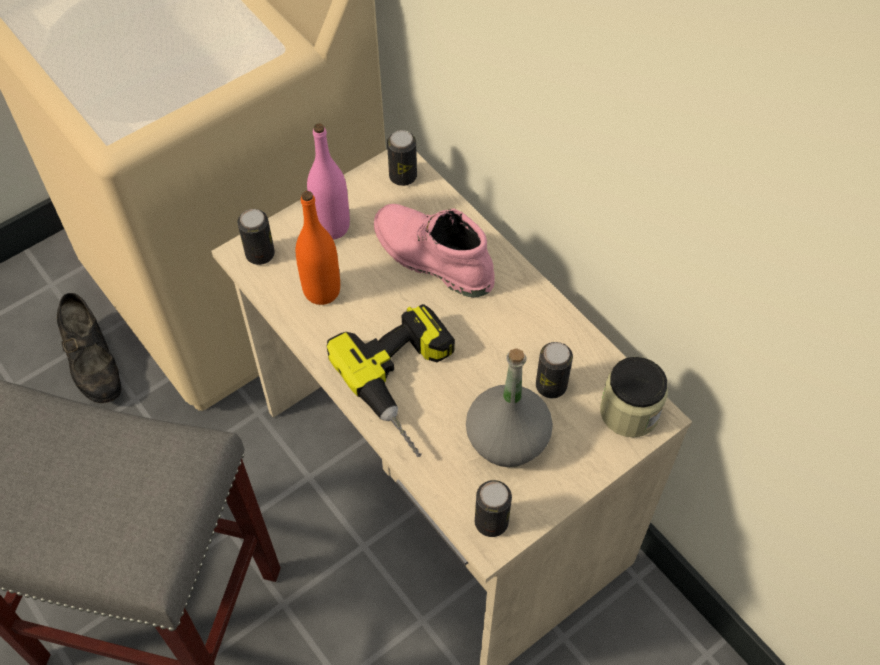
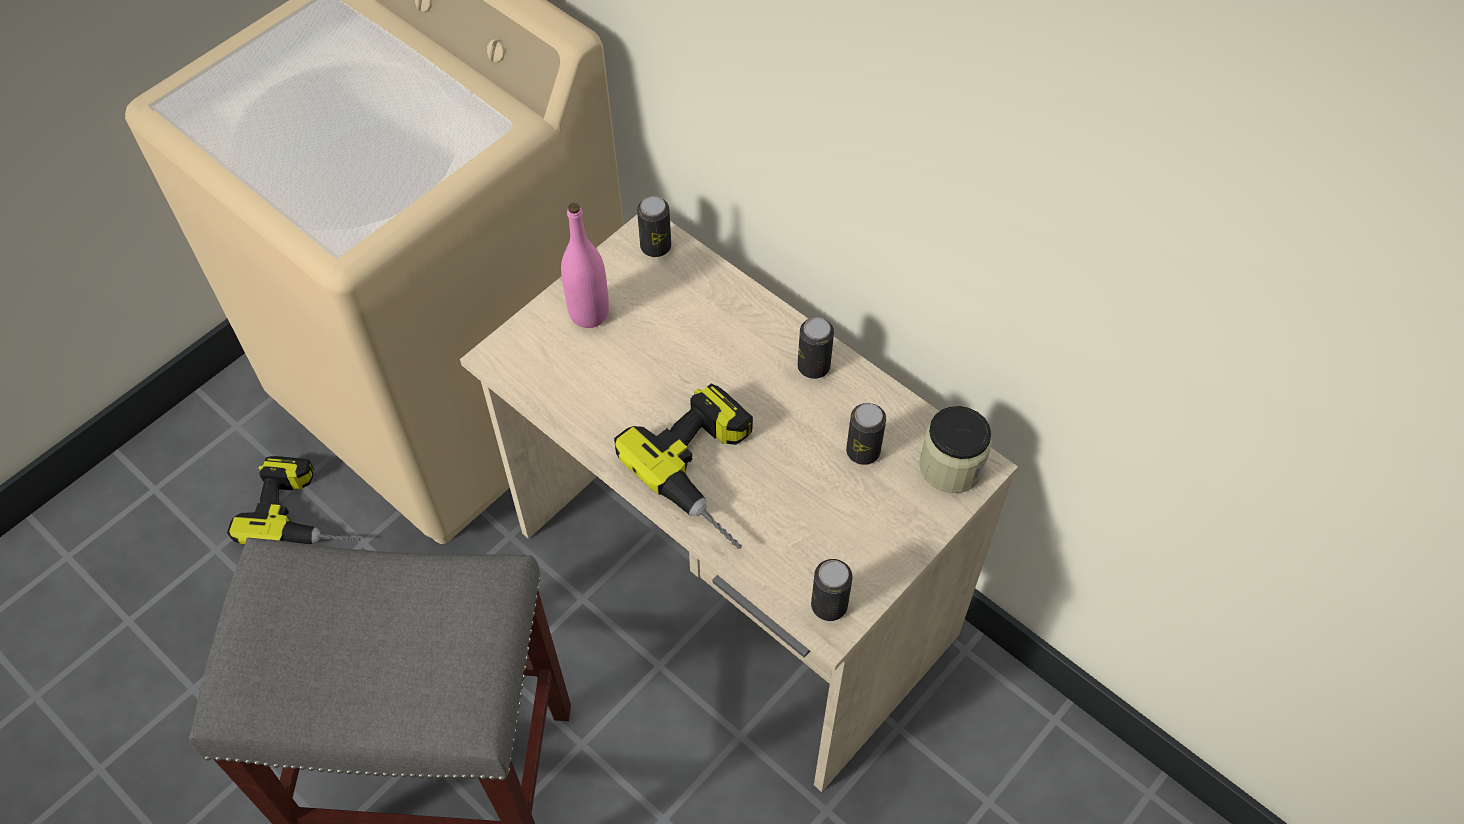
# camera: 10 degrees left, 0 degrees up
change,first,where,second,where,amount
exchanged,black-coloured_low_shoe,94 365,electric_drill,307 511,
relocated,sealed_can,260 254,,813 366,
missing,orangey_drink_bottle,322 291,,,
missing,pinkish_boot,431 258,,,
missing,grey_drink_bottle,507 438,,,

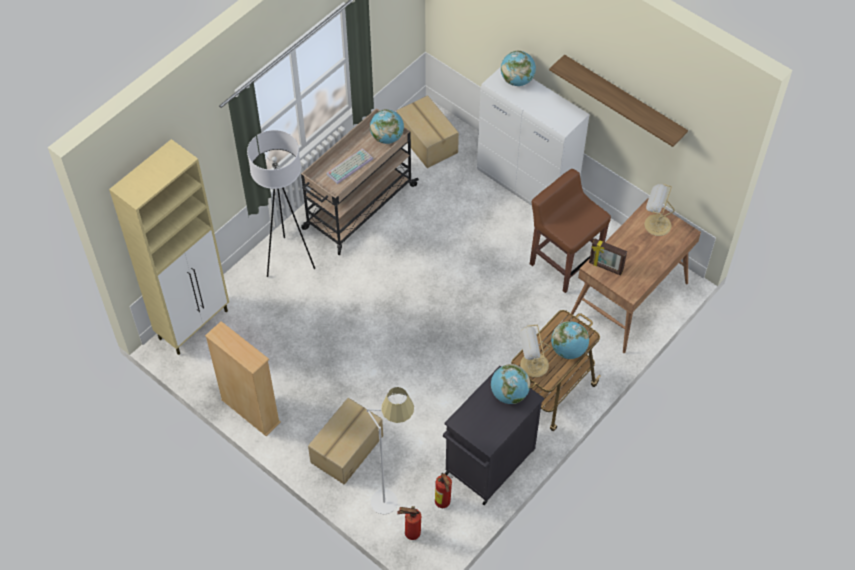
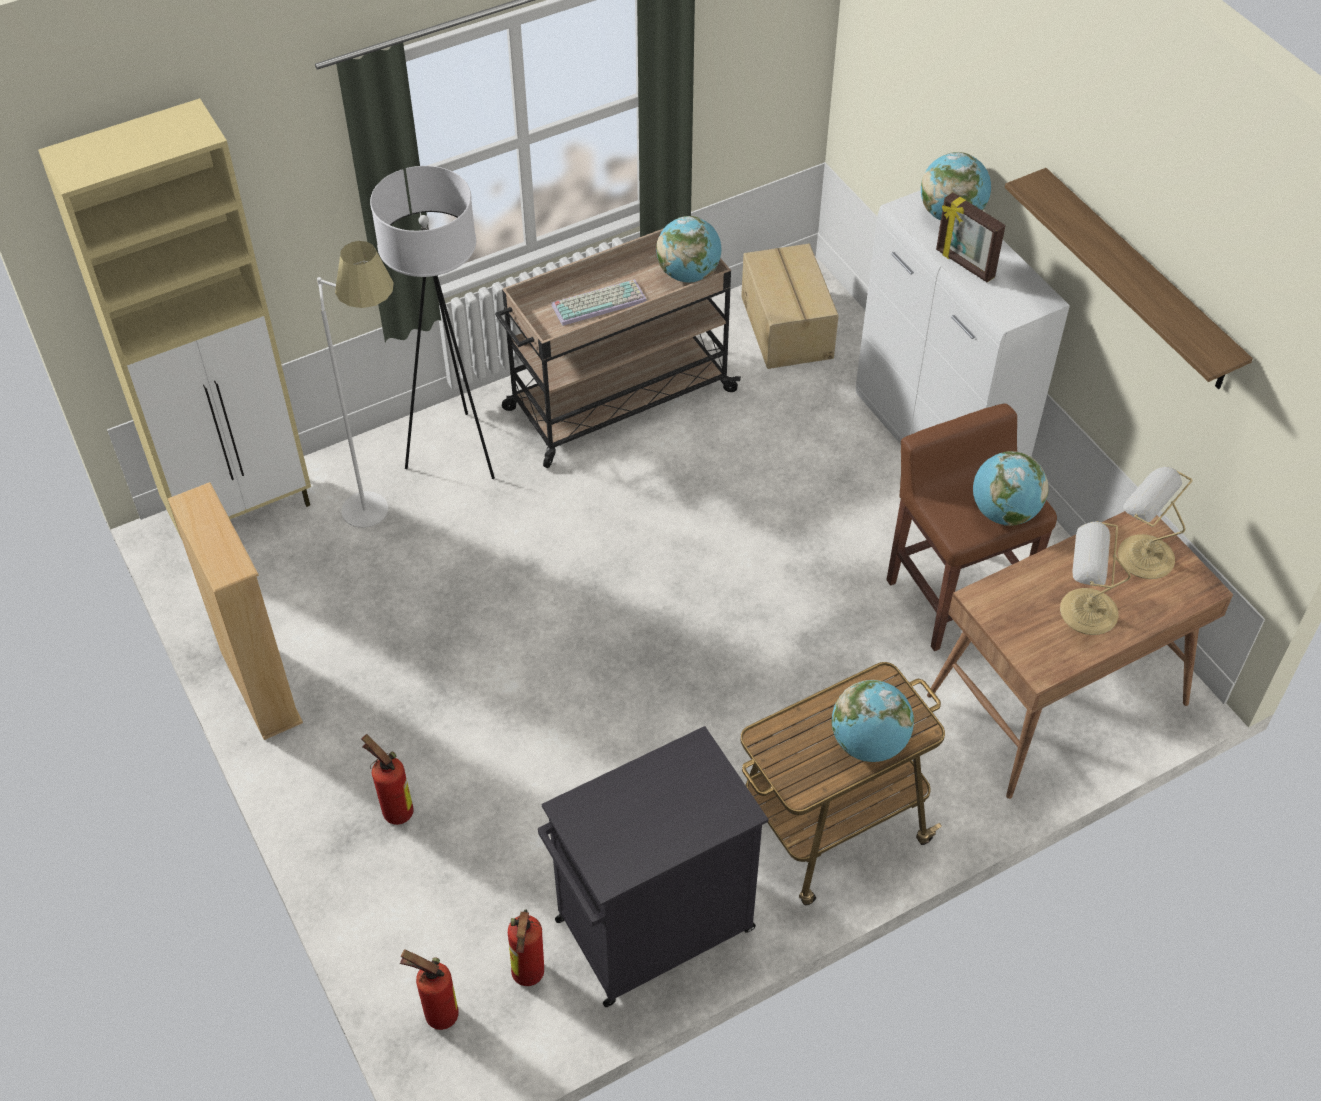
# camera: 20 degrees right, 5 degrees down
change,first,where,second,where,amount
relocated,whitish_standing_lamp,392 493,,384 501,
exchanged,cardboard_box,346 449,fire_extinguisher,395 810,
relocated,standing_frame,605 267,,964 264,
relocated,desk_globe,509 394,,1004 512,
relocated,tabletop_lamp,532 365,,1085 611,

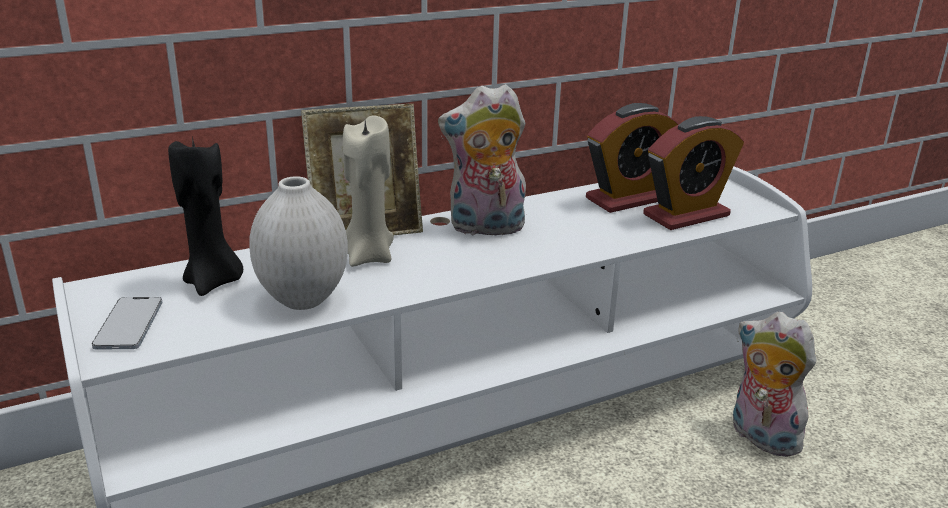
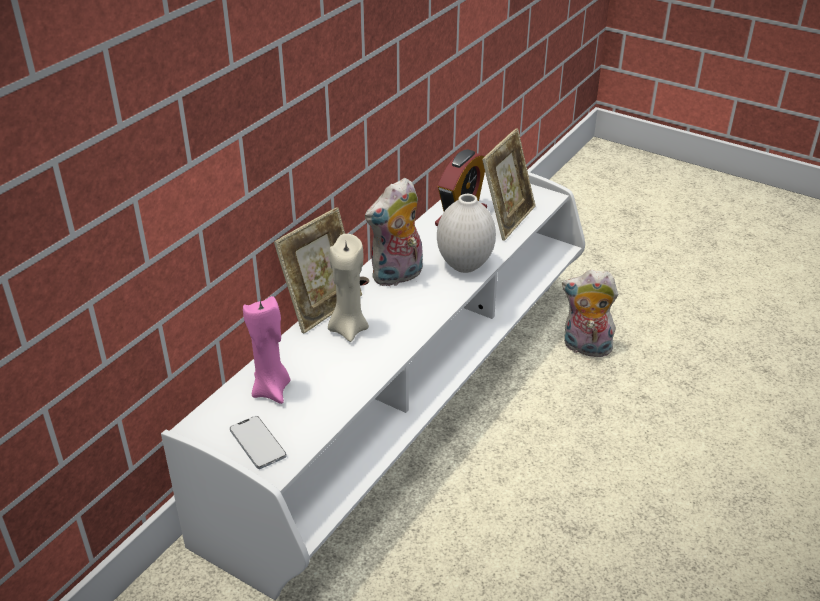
# camera: 30 degrees left, 10 degrees up
change,first,where,second,where,amount
colour,black-coloured_candle,213 282,pinkish_candle,272 390,
relocated,whitish_decorative_vase,304 300,,465 265,
exchanged,alarm_clock,686 215,standing_frame,507 219,

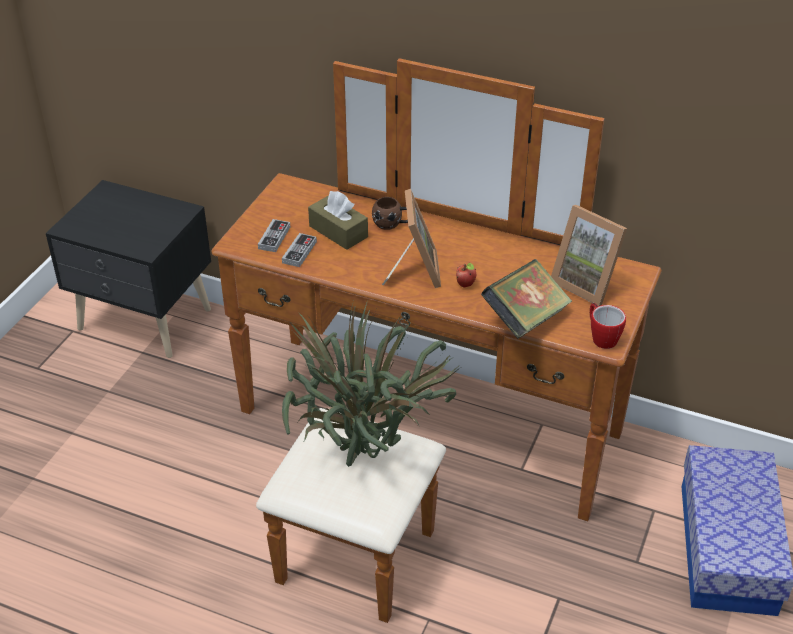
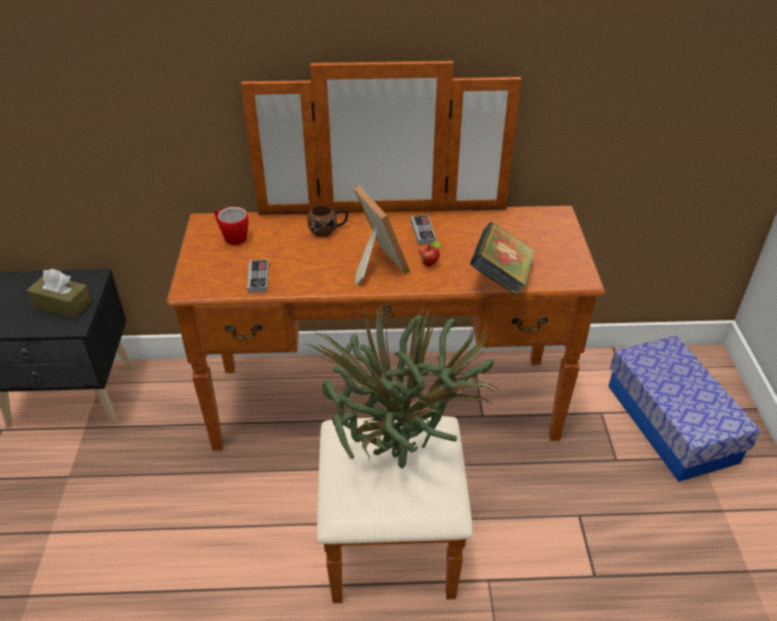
# camera: 25 degrees left, 0 degrees up
change,first,where,second,where,amount
relocated,brown-coloured_tissue_holder,338 231,,62 304,
relocated,mug,601 337,,232 237,
relocated,joypad,274 238,,423 232,
missing,standing_frame,587 283,,,

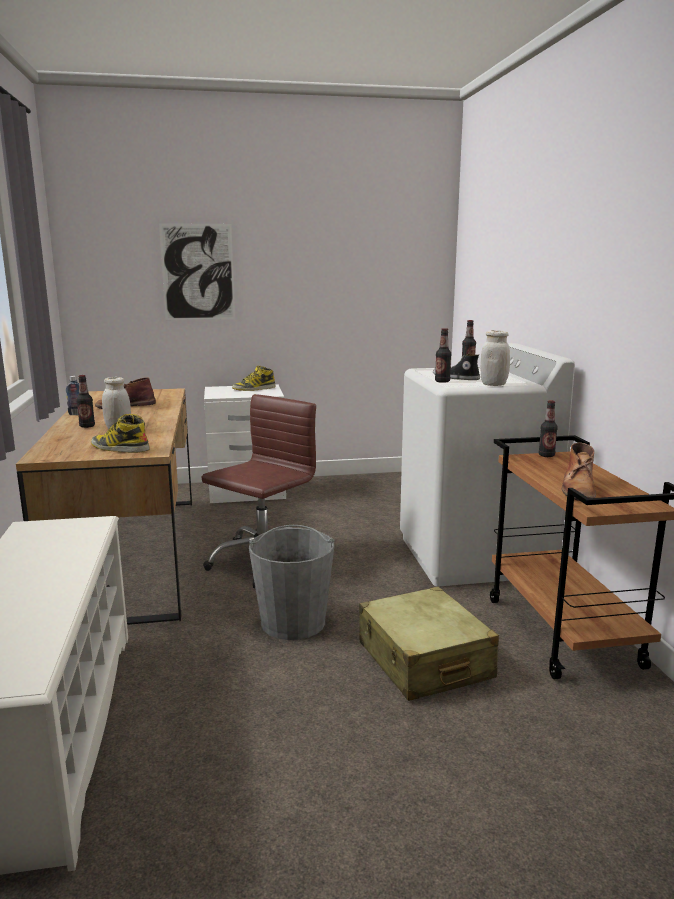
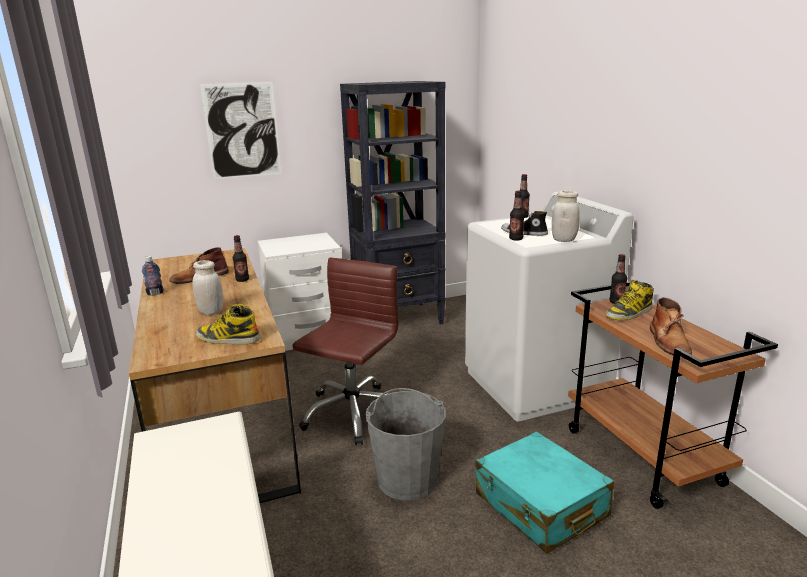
# camera: 10 degrees left, 5 degrees up
change,first,where,second,where,amount
relocated,drink_bottle,87 426,,242 280,
appeared,,,black-coloured_shelving_unit,399 319,
colour,beige_suitcase,424 661,turquoise_suitcase,540 505,
relocated,boot,254 389,,629 313,

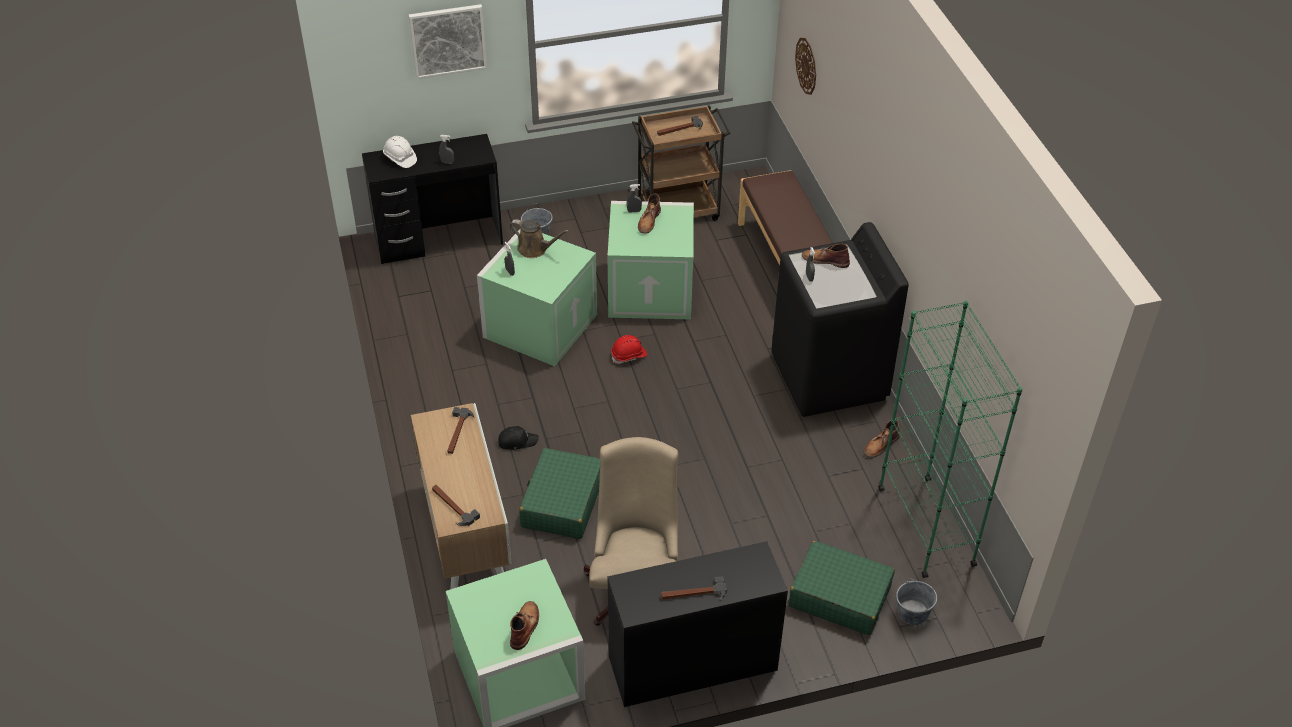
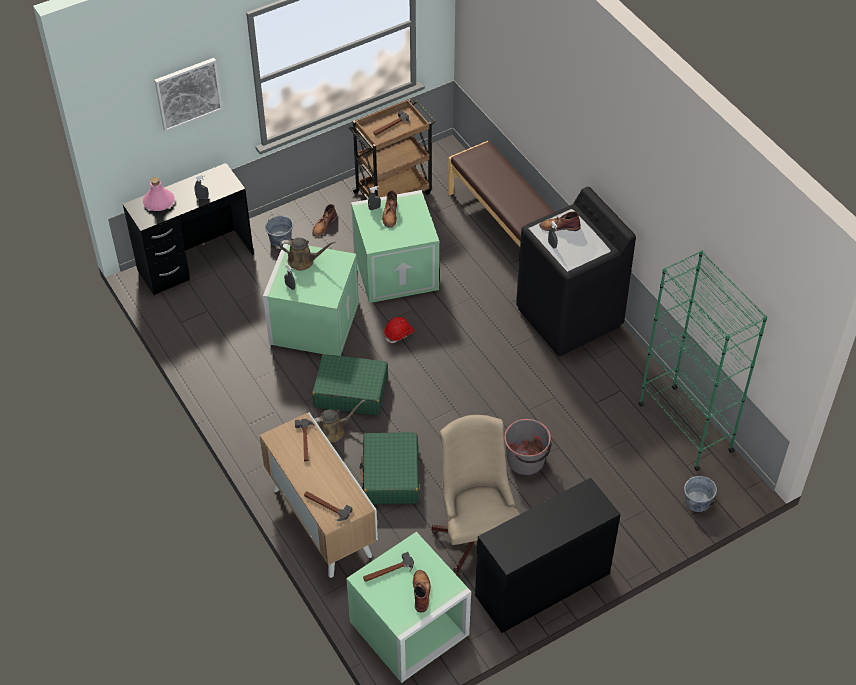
# camera: 15 degrees left, 5 degrees up
change,first,where,second,where,amount
exchanged,whitish_hard_hat,400 158,pinkish_drink_bottle,159 202,
relocated,brown-coloured_boot,880 445,,324 225,
relocated,green_suitcase,839 596,,350 391,
exchanged,black-coloured_baseball_cap,517 441,brown-coloured_sprinkling_can,333 430,
relocated,hand_hammer,694 594,,388 571,
appeared,,,grey_water_bucket,526 460,
missing,hanging_clock,806 66,,,

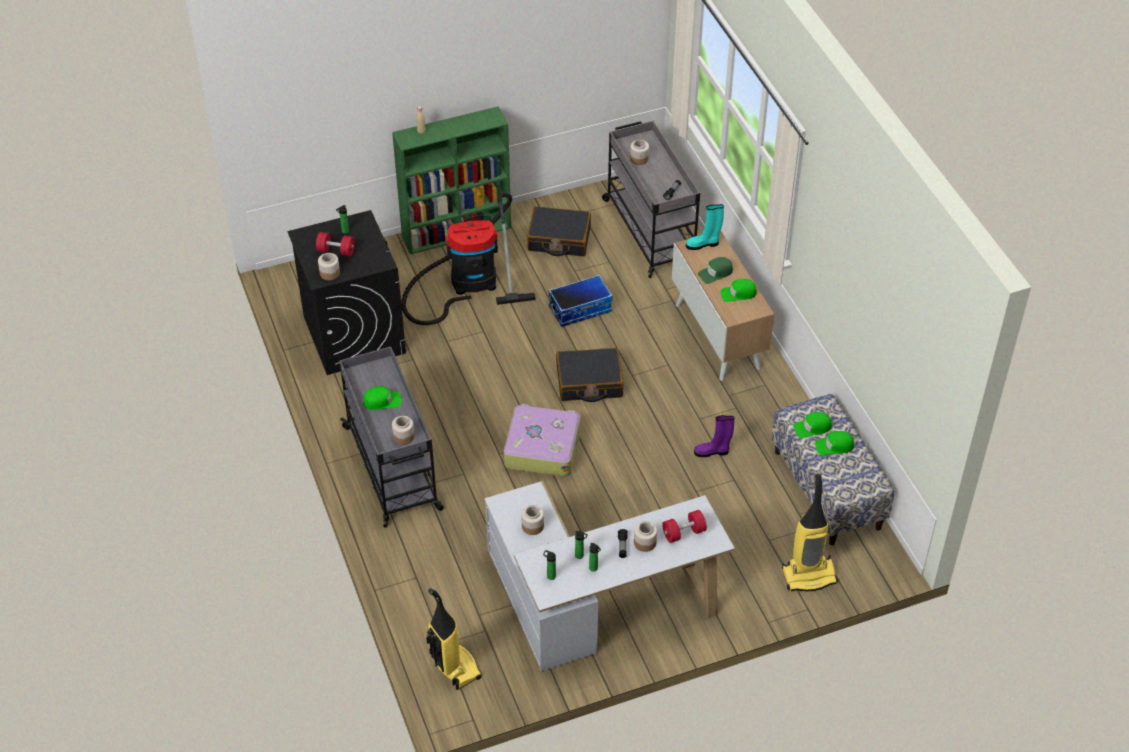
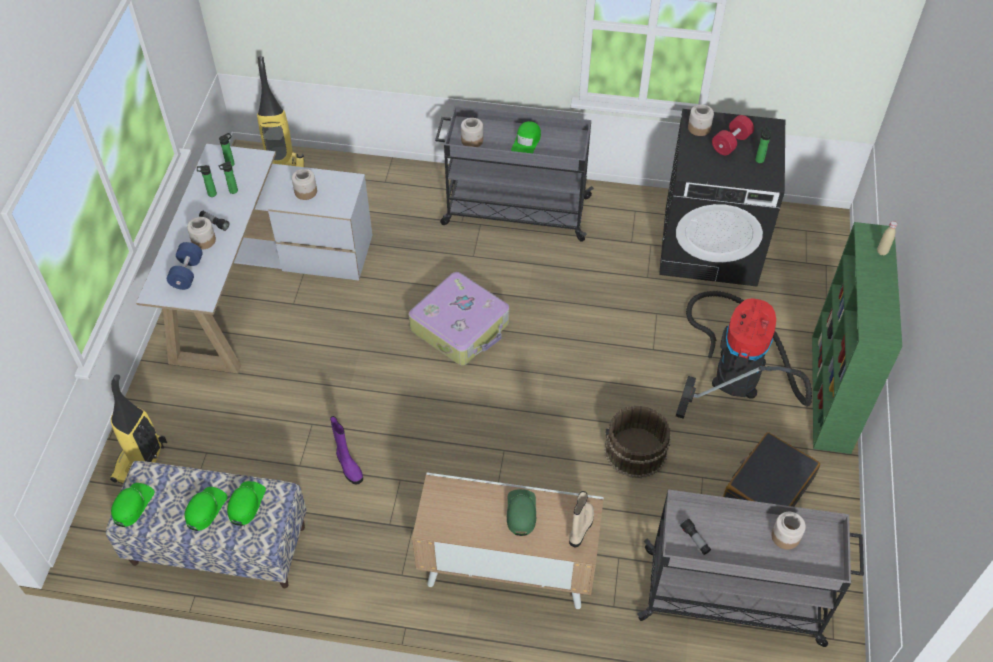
# camera: 120 degrees right, 5 degrees up
change,first,where,second,where,amount
relocated,green_baseball_cap,738 293,,132 505,
colour,red-coloured_free_weight,683 532,blue-coloured_free_weight,187 273,
spun,purple-coloured_boot,712 452,,348 466,120 degrees clockwise
colour,turquoise_boot,703 244,beige_boot,580 527,
exchanged,storage_bin,580 309,brown-coloured_water_bucket,635 452,
missing,black-coloured_suitcase,589 382,,,

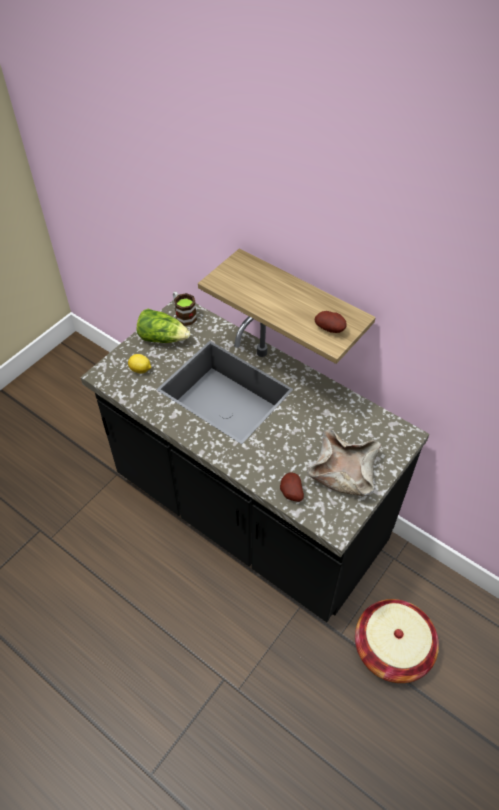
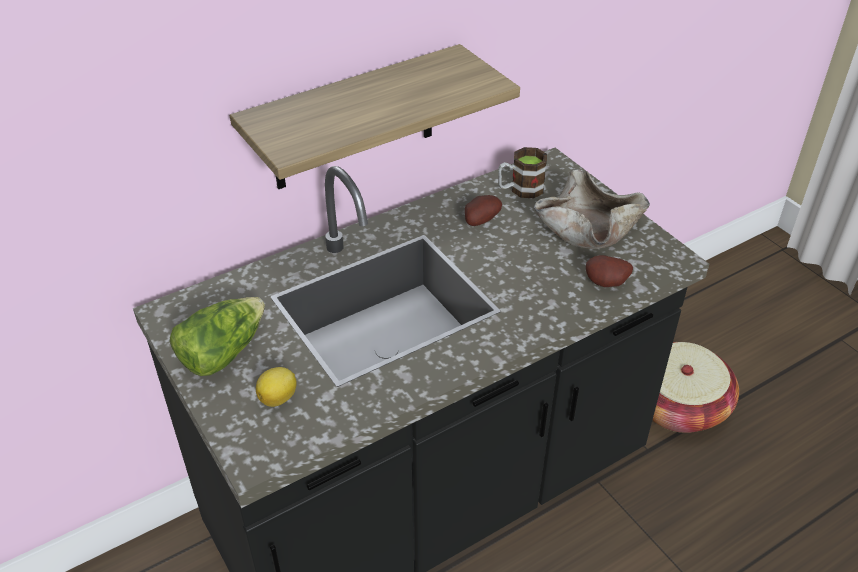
# camera: 70 degrees left, 10 degrees down
change,first,where,second,where,amount
relocated,potato,330 329,,480 221,
relocated,mug,183 315,,520 189,

